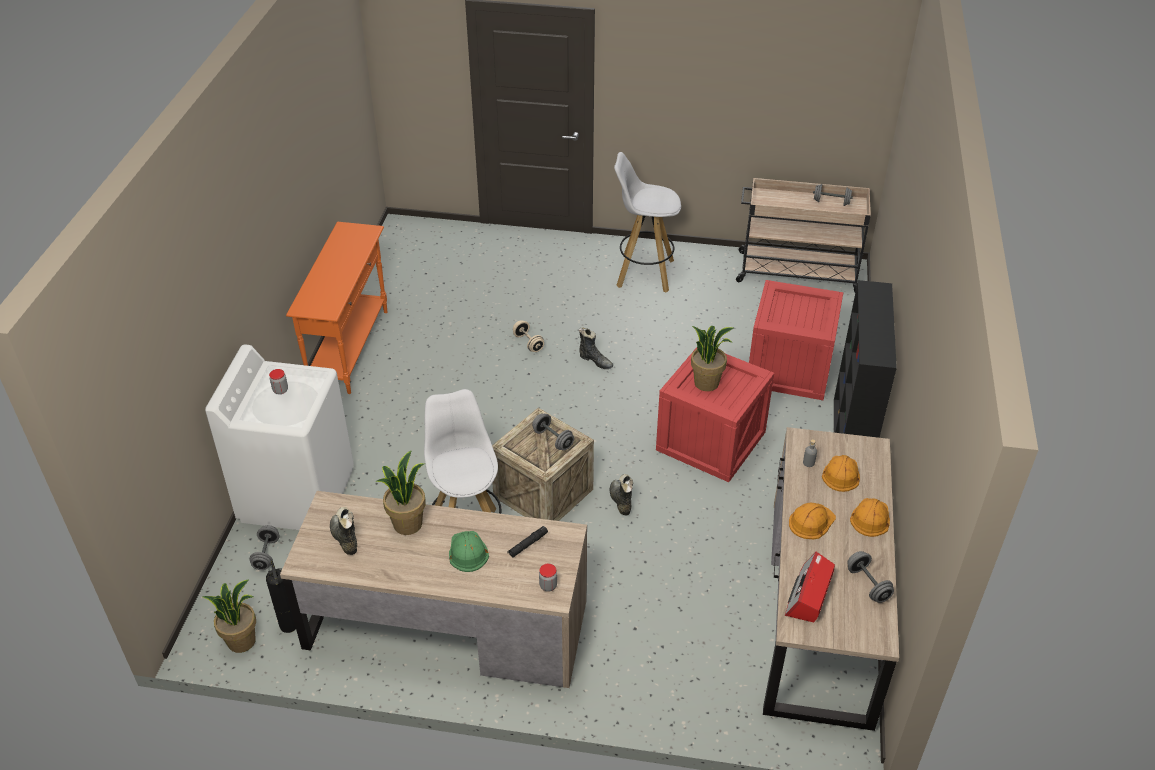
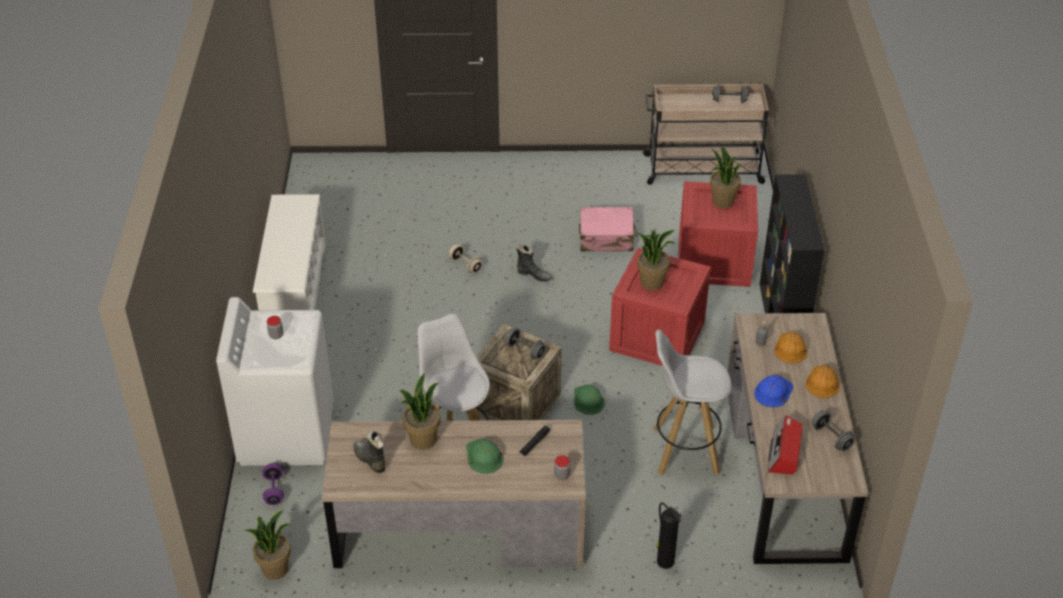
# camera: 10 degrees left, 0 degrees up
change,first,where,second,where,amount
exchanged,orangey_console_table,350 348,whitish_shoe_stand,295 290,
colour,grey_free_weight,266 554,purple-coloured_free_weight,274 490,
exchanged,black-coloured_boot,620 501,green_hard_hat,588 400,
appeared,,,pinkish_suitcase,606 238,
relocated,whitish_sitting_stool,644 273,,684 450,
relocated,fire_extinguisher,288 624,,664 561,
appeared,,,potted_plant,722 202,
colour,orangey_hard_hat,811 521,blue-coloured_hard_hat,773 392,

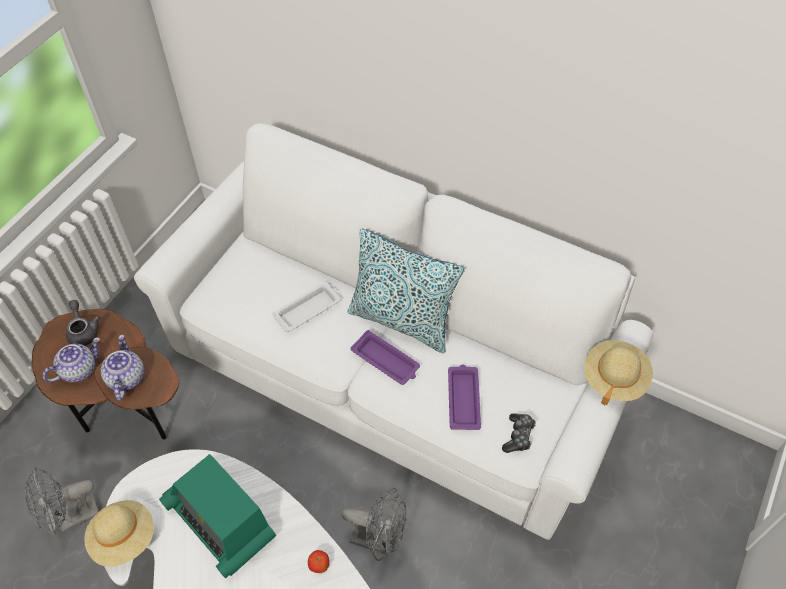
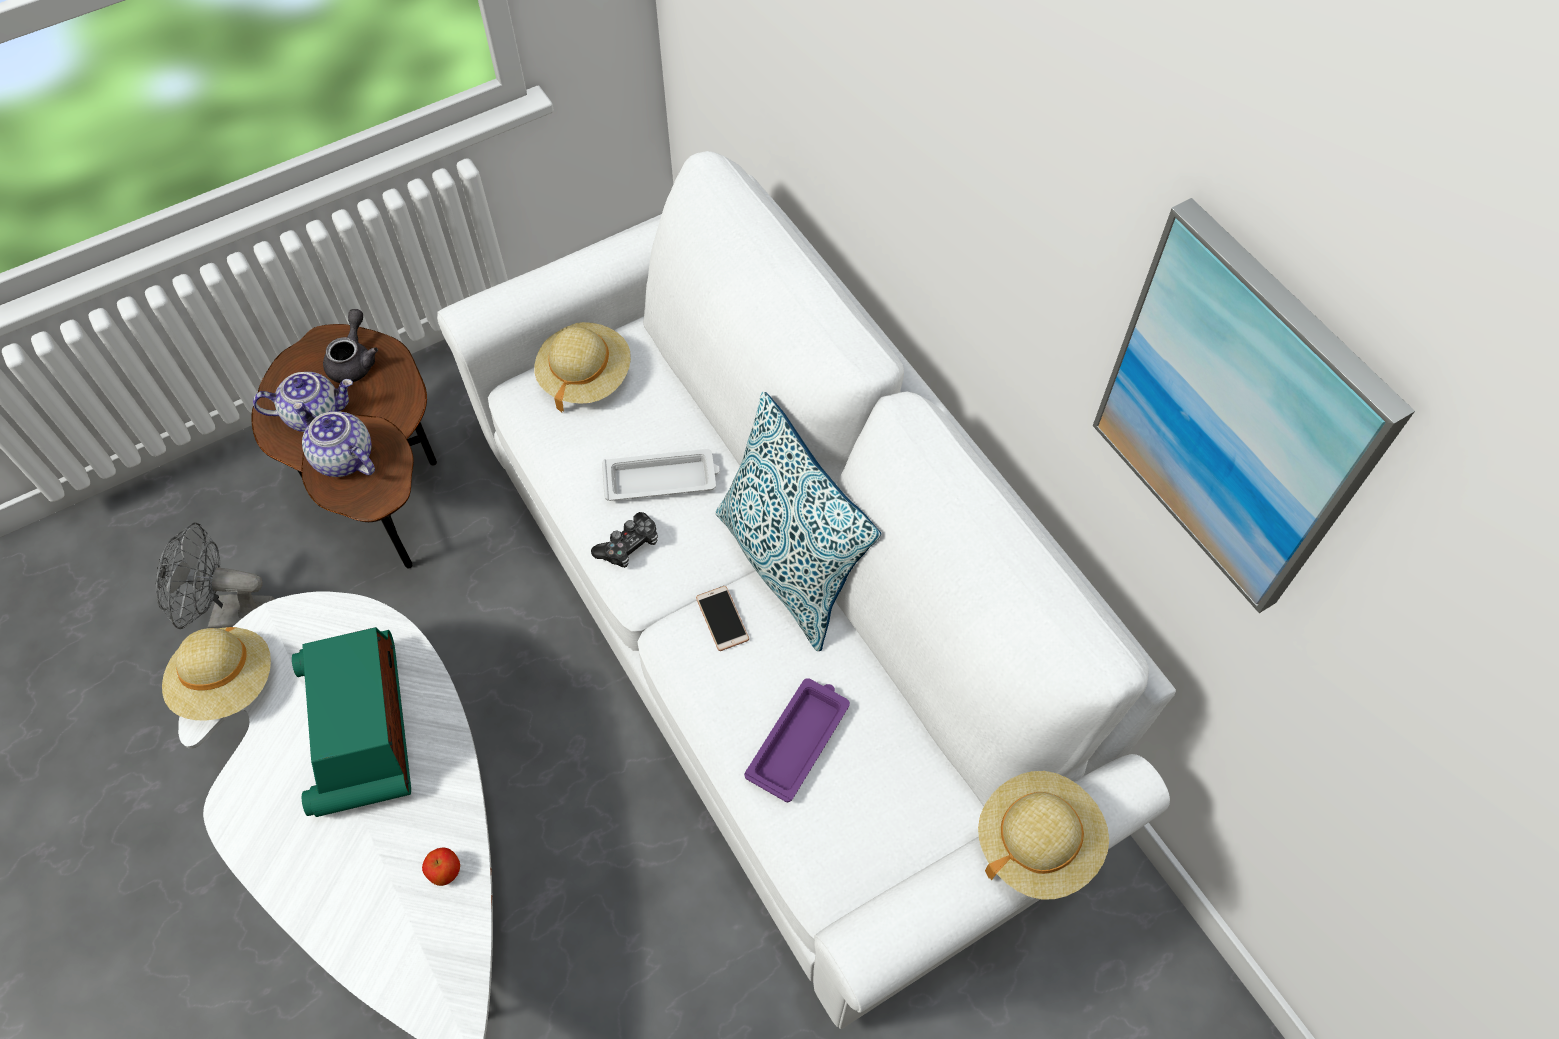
# camera: 30 degrees right, 5 degrees up
change,first,where,second,where,amount
spun,pot_for_tea,126 378,,343 458,75 degrees counterclockwise
appeared,,,beige_wearable_hat,585 377,
relocated,joypad,518 436,,629 546,
exchanged,purple-coloured_carrying_tray,386 361,handset,722 618,
appeared,,,wall_picture,1237 414,
missing,grey_cooling_fan,379 539,,,

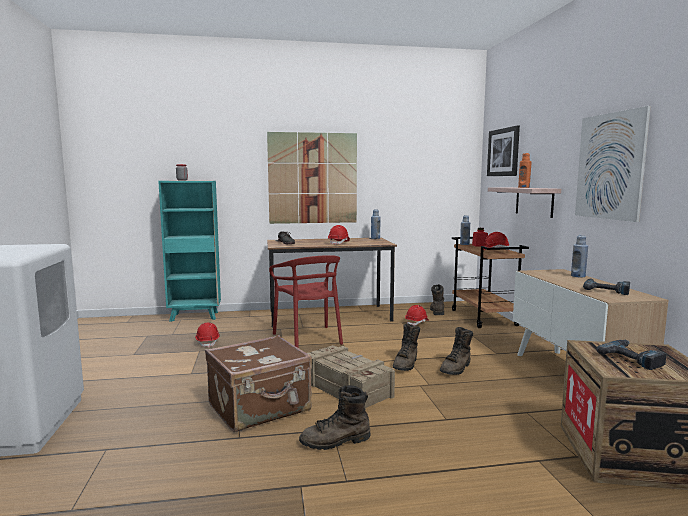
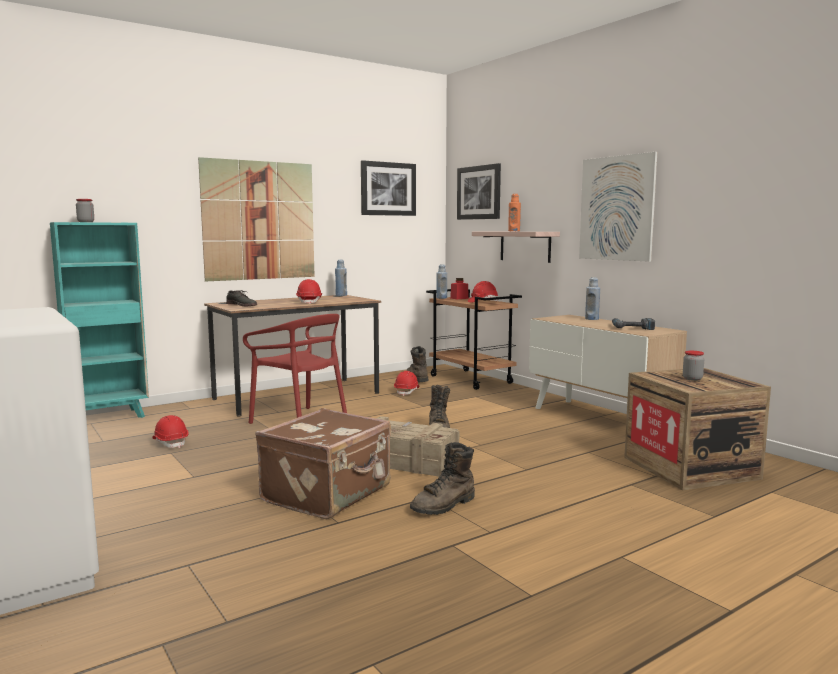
# camera: 25 degrees left, 0 degrees up
change,first,where,second,where,amount
appeared,,,wall_picture,388 189,
exchanged,electric_drill,633 358,preserve_jar,692 379,
missing,brown-coloured_boot,456 368,,,

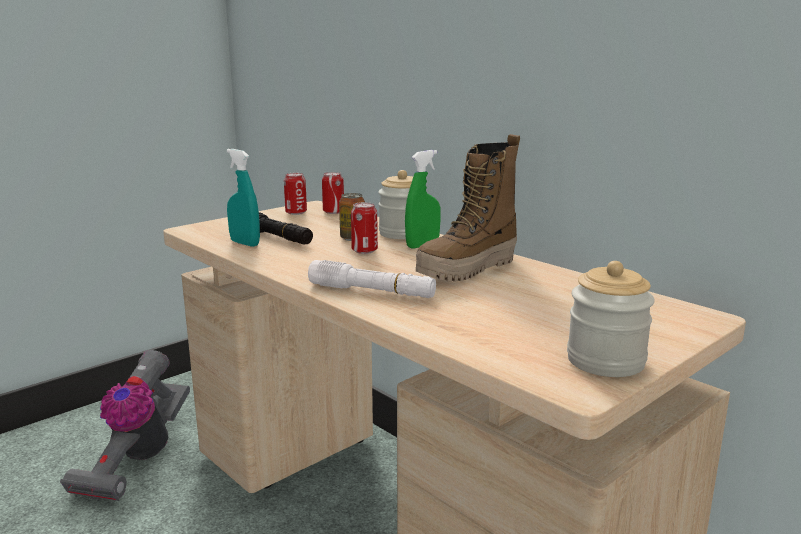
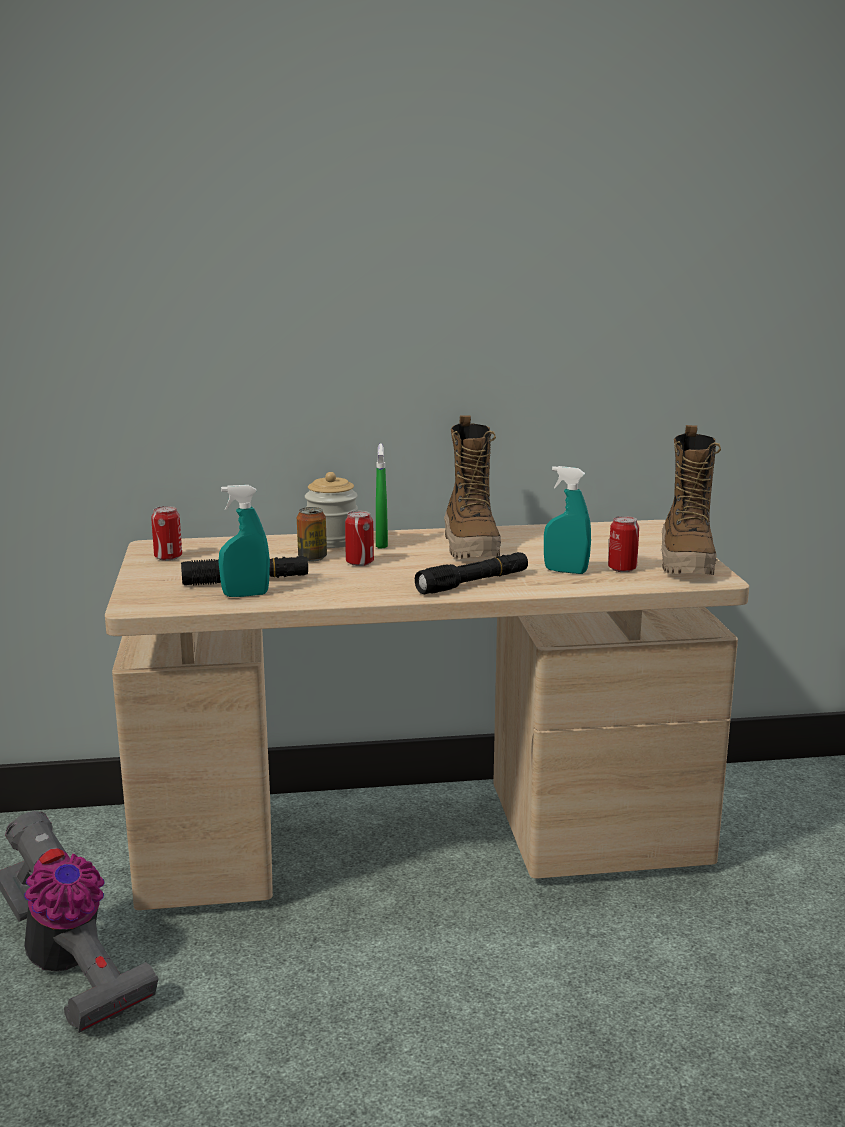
# camera: 55 degrees left, 0 degrees up
change,first,where,second,where,amount
colour,whitish_torch,371 291,black-coloured_torch,473 583,
appeared,,,turquoise_spray_bottle,565 571,
relocated,sealed_can,333 212,,622 569,
exchanged,preserve_jar,605 361,boot,686 563,

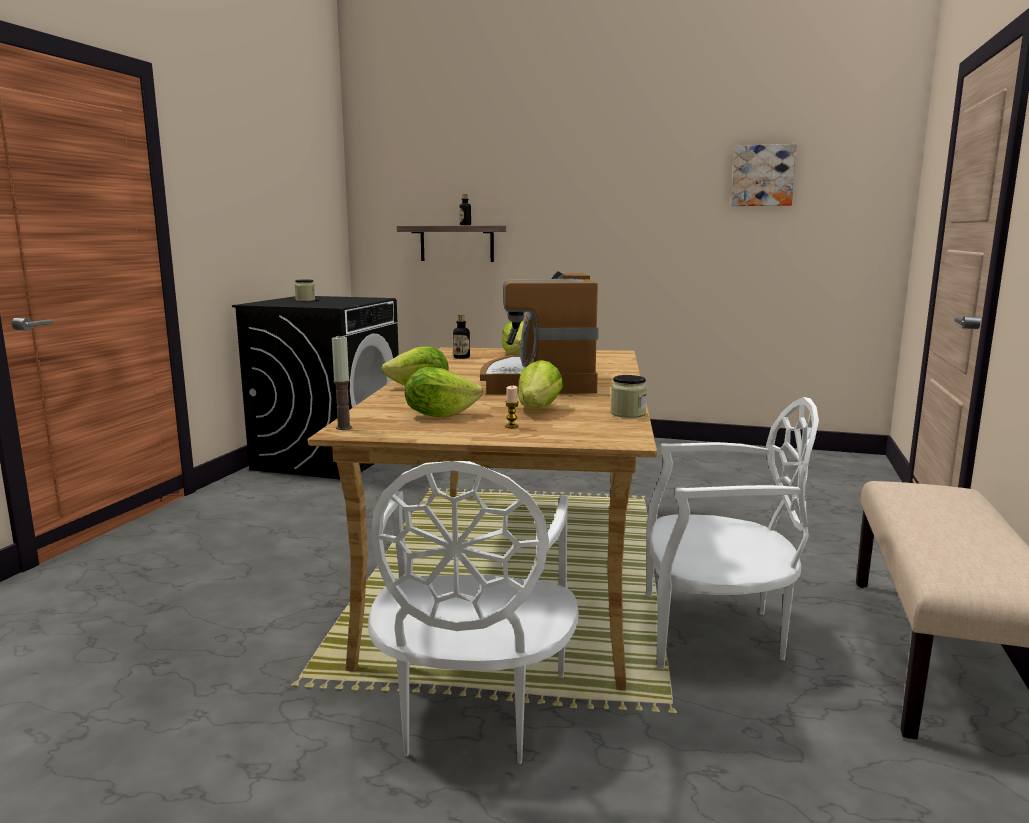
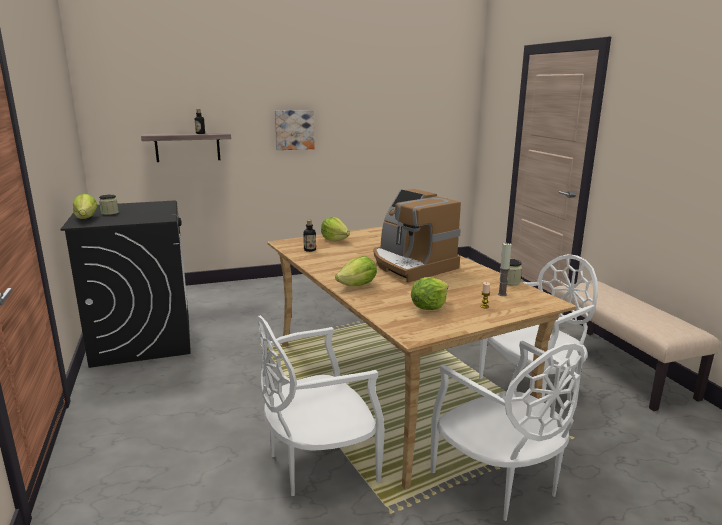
# camera: 35 degrees left, 5 degrees up
change,first,where,second,where,amount
relocated,lettuce,538 409,,86 218,
appeared,,,whitish_chair,318 463,
relocated,wall_picture,763 176,,294 129,
relocated,candle,343 428,,502 294,

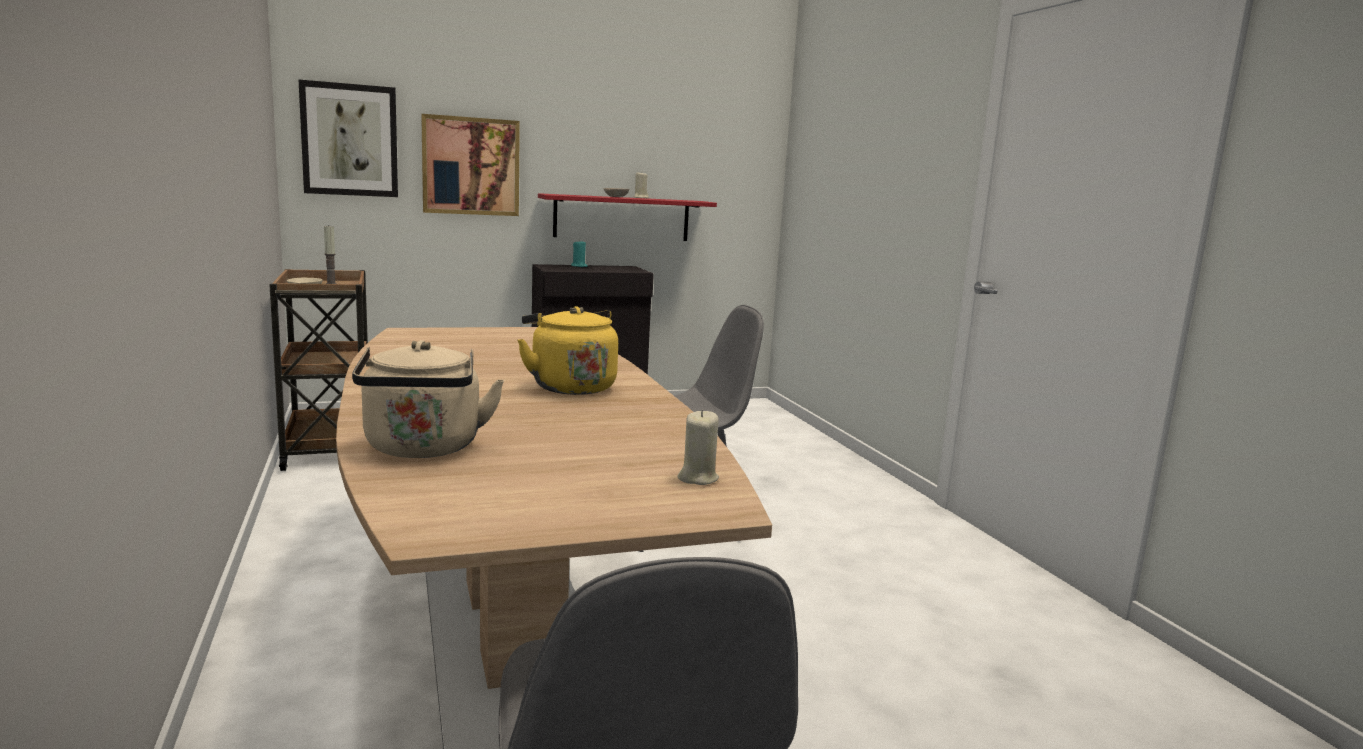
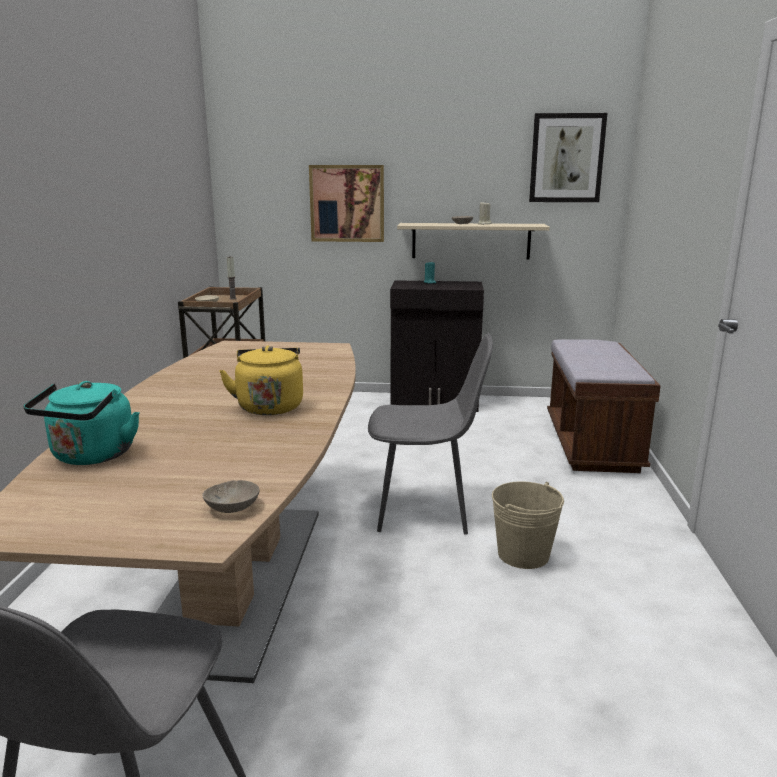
# camera: 25 degrees right, 5 degrees up
change,first,where,second,where,amount
colour,beige_water_kettle,423 449,turquoise_water_kettle,91 457,
exchanged,beige_candle,697 478,beige_deep_dish,232 508,
colour,red-coloured_shelf,622 218,beige_shelf,471 241,
appeared,,,beige_water_bucket,523 554,
relocated,wall_picture,350 140,,566 158,
appeared,,,brown-coloured_indoor_bench,592 444,

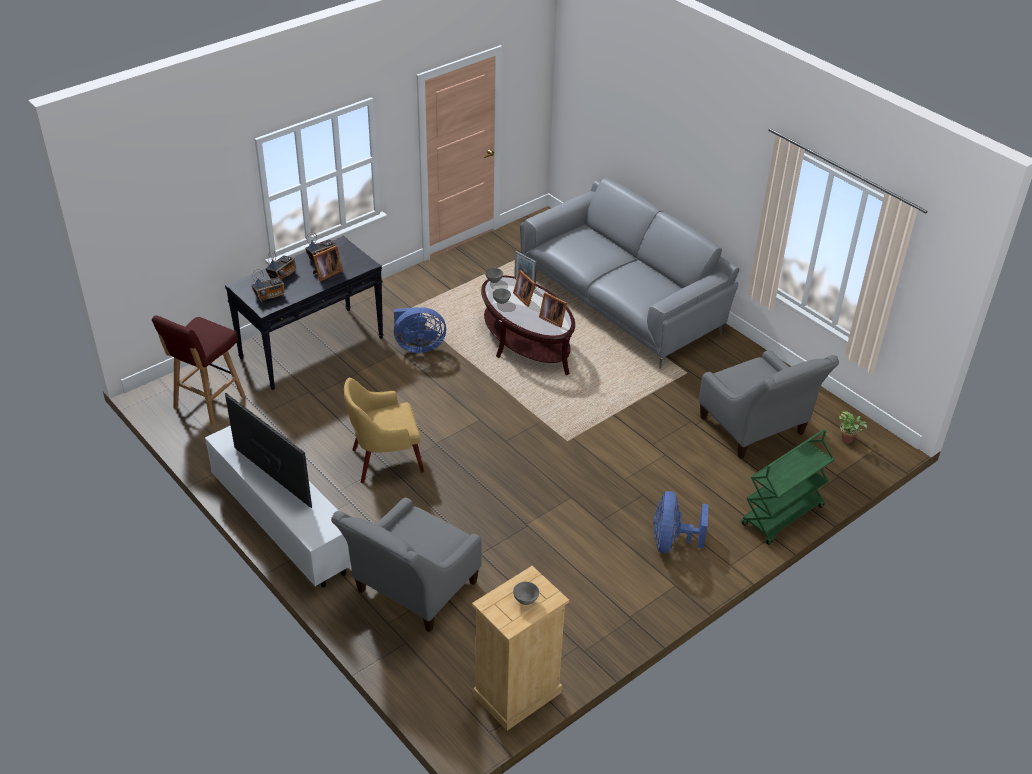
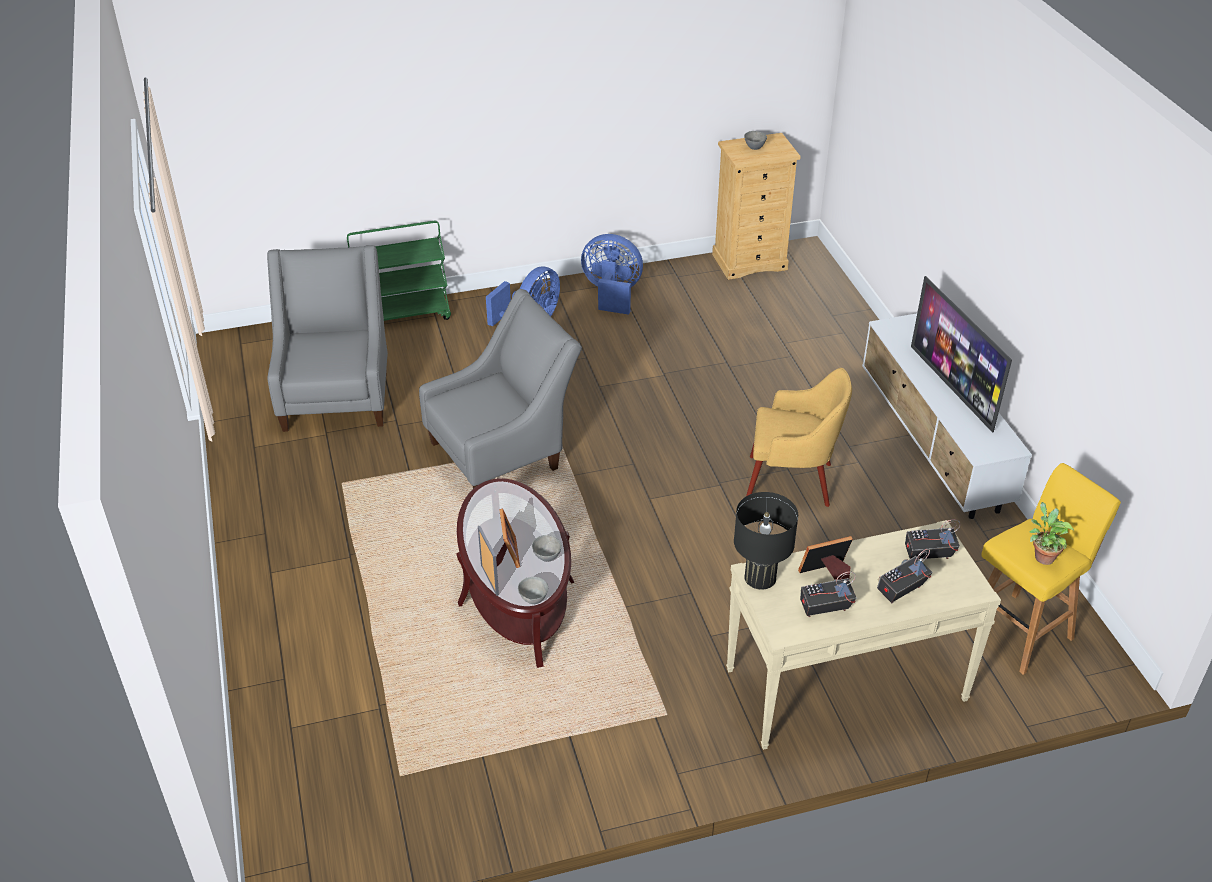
# camera: 155 degrees left, 0 degrees up
change,first,where,second,where,amount
relocated,grey_easy_chair,411 592,,503 452,
relocated,blue-coloured_cooling_fan,418 346,,611 294,
colour,black-coloured_console_table,312 347,beige_console_table,845 685,
appeared,,,black-coloured_tabletop_lamp,760 577,
colour,red-coloured_sitting_stool,208 403,yellowish_sitting_stool,1021 632,
relocated,potted_plant,848 439,,1042 556,
missing,grey_settee,623 300,,,
missing,standing_frame,552 319,,,

